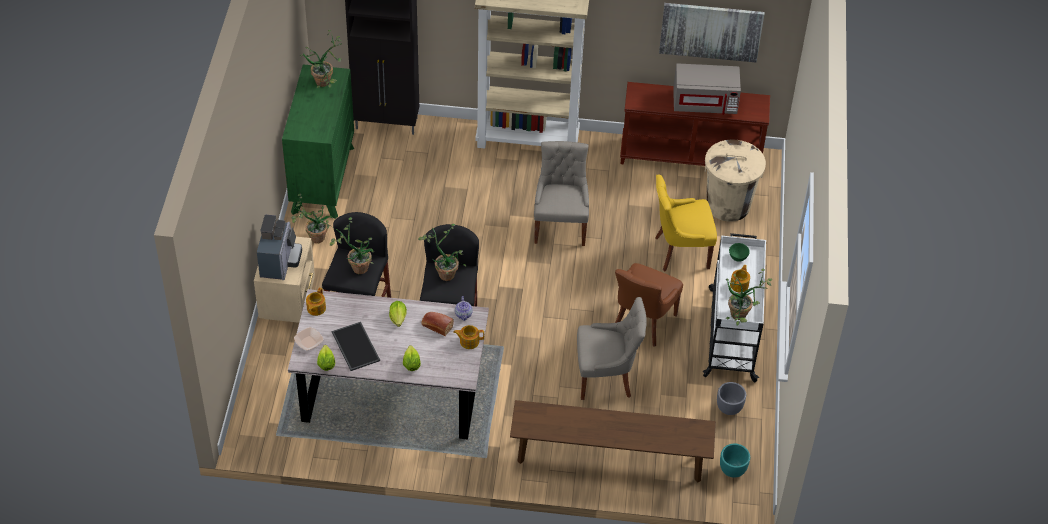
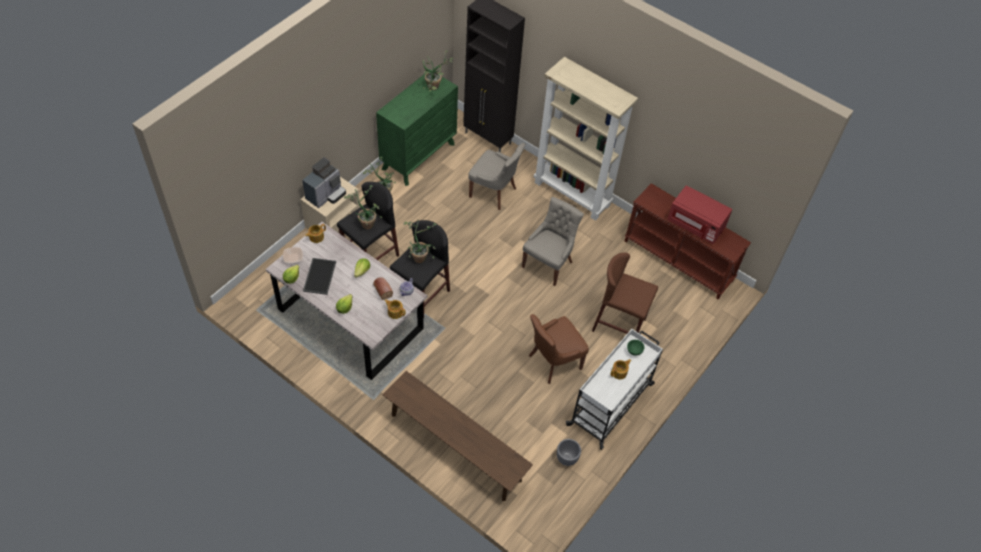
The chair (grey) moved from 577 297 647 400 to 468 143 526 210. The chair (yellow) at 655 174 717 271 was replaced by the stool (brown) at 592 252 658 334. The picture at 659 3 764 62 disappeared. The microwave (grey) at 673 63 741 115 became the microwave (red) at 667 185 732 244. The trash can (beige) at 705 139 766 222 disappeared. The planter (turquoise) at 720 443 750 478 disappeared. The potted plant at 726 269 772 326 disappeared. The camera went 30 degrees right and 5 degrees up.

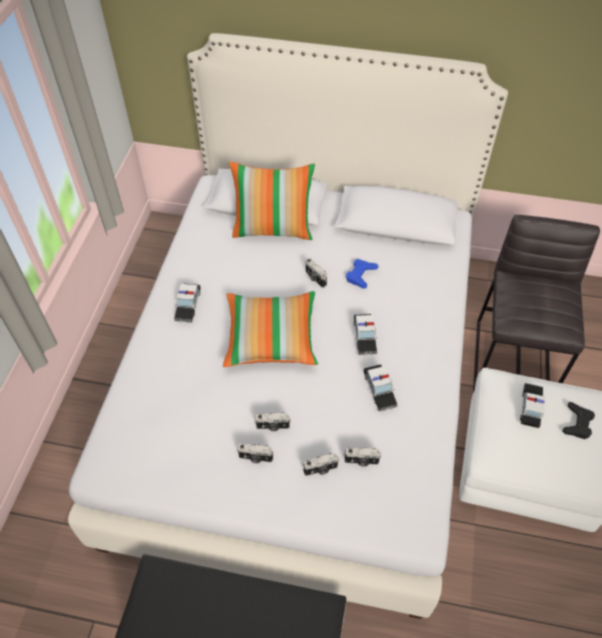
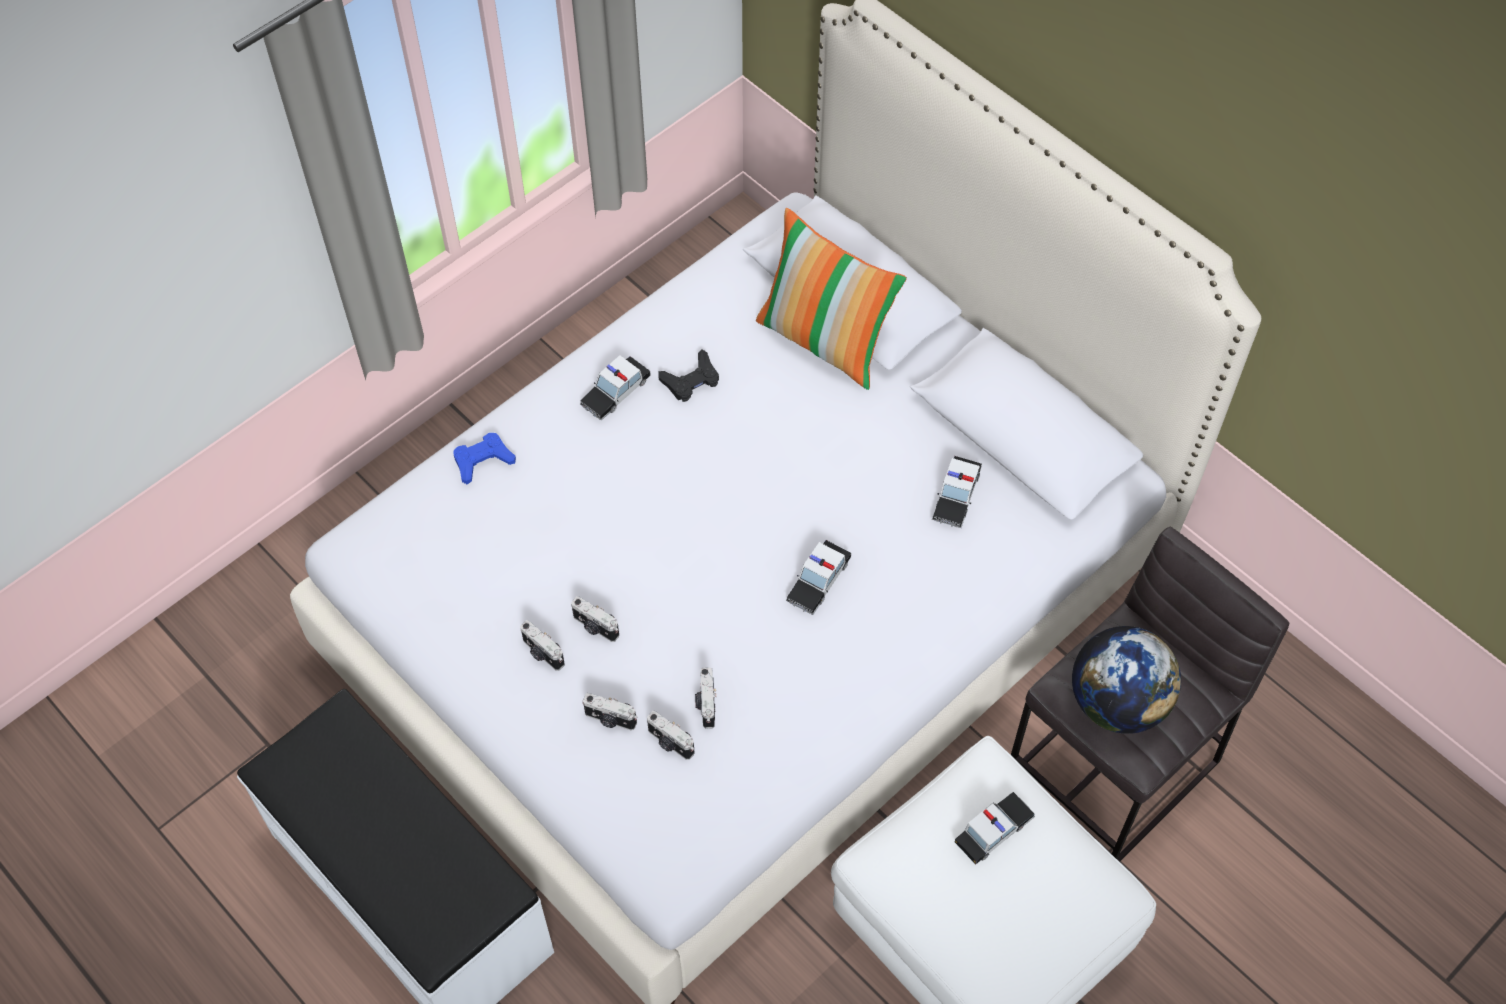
The pillow at 223 291 318 367 disappeared. The photo camera moved from 306 258 327 288 to 695 667 716 729. The game controller (blue) moved from 346 259 378 288 to 454 433 516 484. The toy car moved from 364 364 398 411 to 932 456 982 528. The game controller (black) moved from 562 402 595 439 to 659 349 719 402. The globe at 1072 626 1181 734 appeared. The camera went 35 degrees right and 5 degrees up.

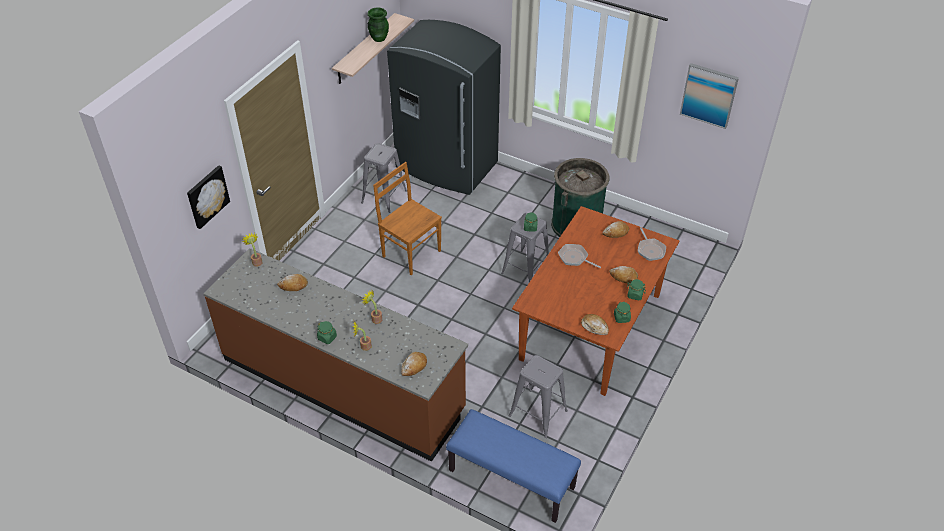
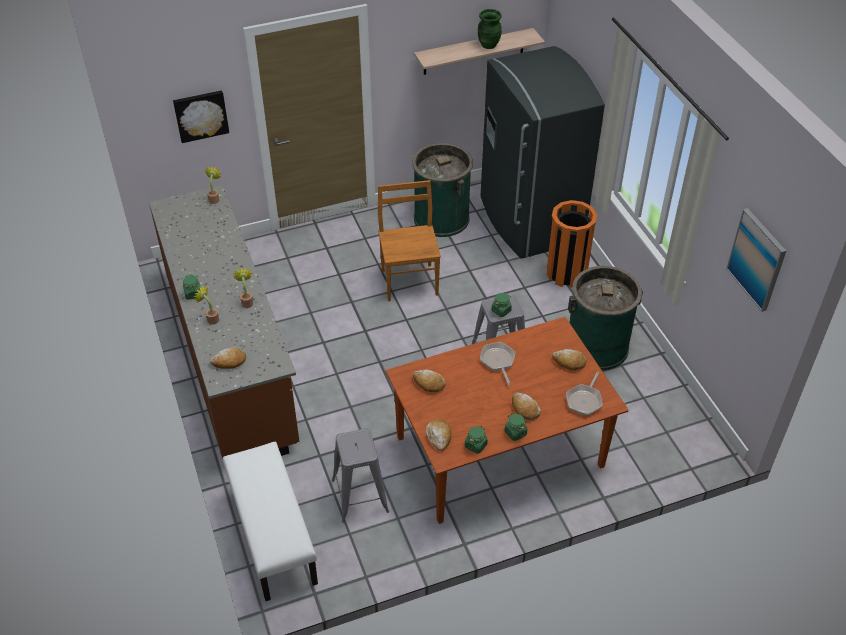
The bread moved from 277 274 308 291 to 413 369 445 392. The stool (grey) at 361 143 407 213 was replaced by the trash can (green) at 412 143 473 237. The bench (blue) at 446 409 581 523 became the bench (white) at 223 442 318 601. The trash can (orange) at 547 200 597 288 appeared. The camera went 40 degrees right and 0 degrees up.

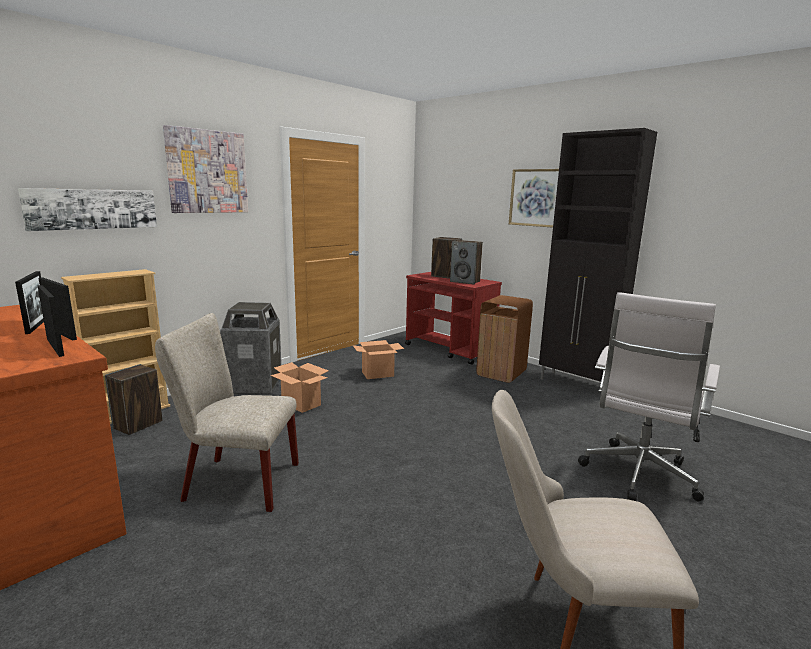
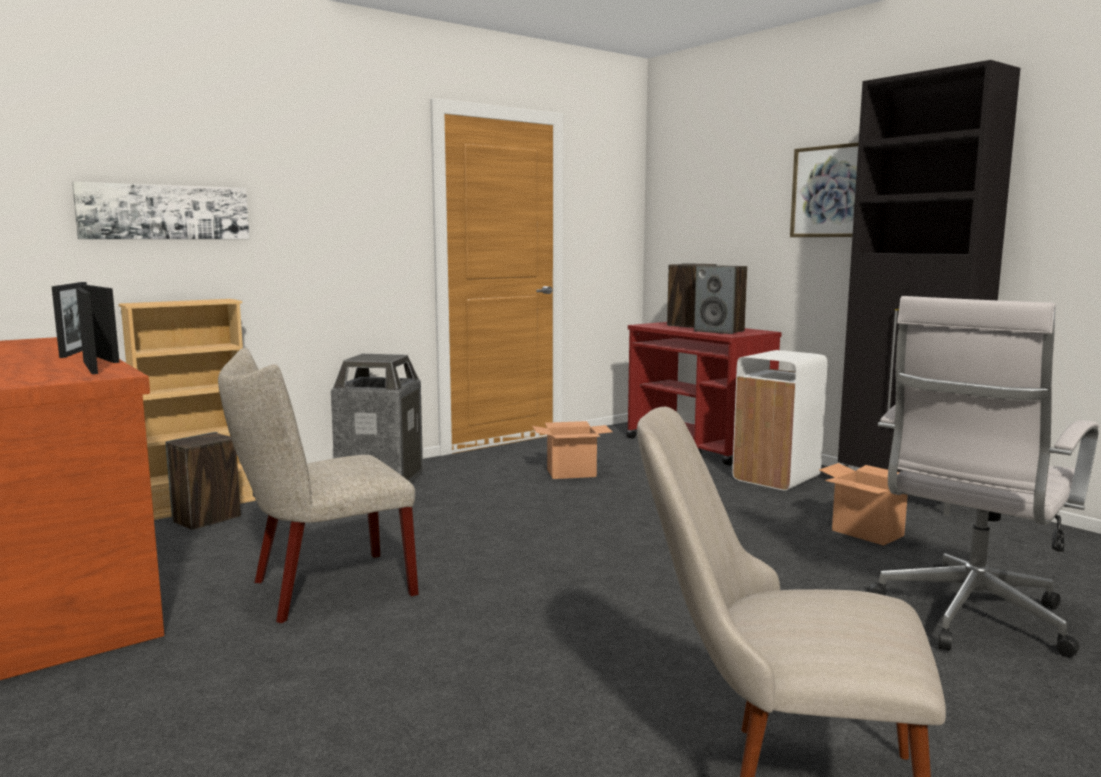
The chair (beige) at 155 313 299 512 turned 45 degrees counterclockwise. The picture at 163 125 248 213 disappeared. The cardboard box moved from 271 362 329 413 to 819 463 908 546. The trash can (brown) at 476 295 533 383 became the trash can (white) at 732 350 827 490. The camera went 10 degrees right and 5 degrees down.

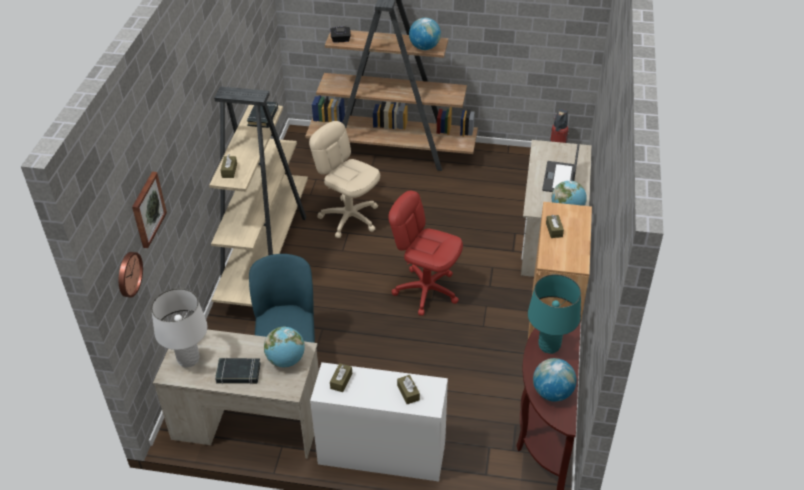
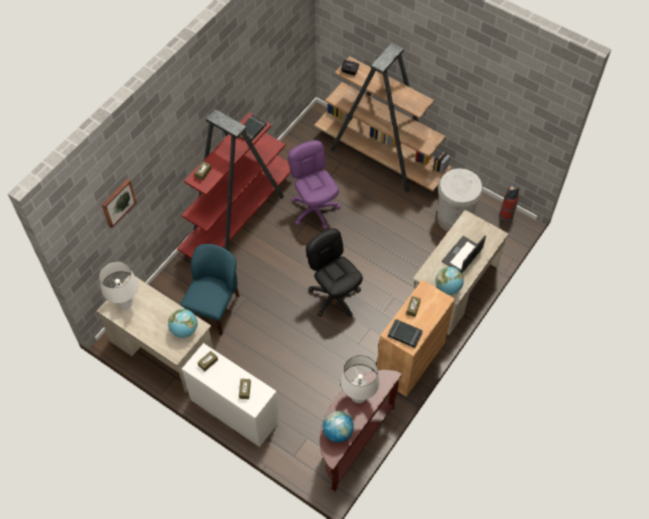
The wall clock at 119 252 143 298 disappeared. The bookcase (beige) at 209 86 308 307 became the bookcase (red) at 177 109 291 259. The book (black) moved from 215 358 261 384 to 388 319 423 348. The office chair (beige) at 309 121 380 238 became the office chair (purple) at 288 140 341 229. The office chair (red) at 388 191 463 316 became the office chair (black) at 306 228 363 317. The globe at 409 18 441 50 disappeared. The table lamp (turquoise) at 528 274 581 354 became the table lamp (white) at 341 355 379 403. The trash can (white) at 437 168 483 231 appeared. The camera went 25 degrees right and 15 degrees up.

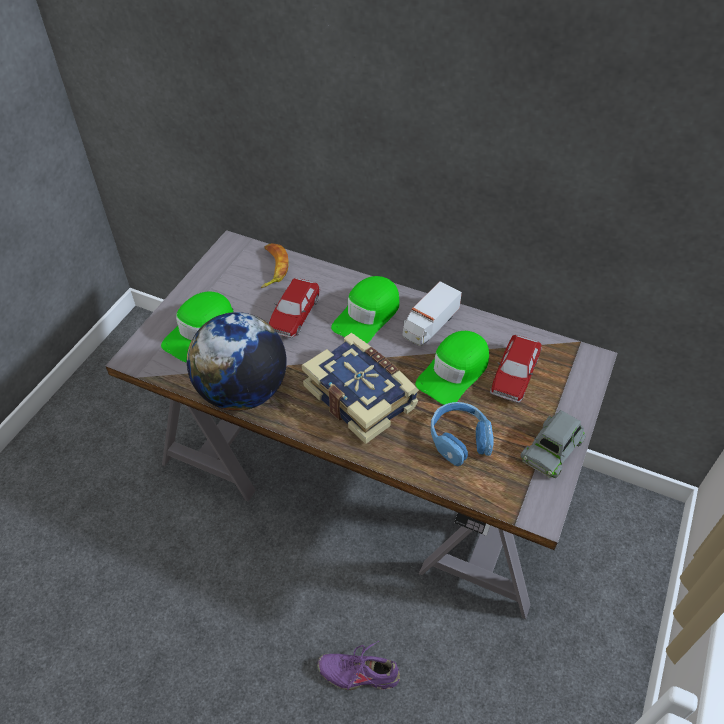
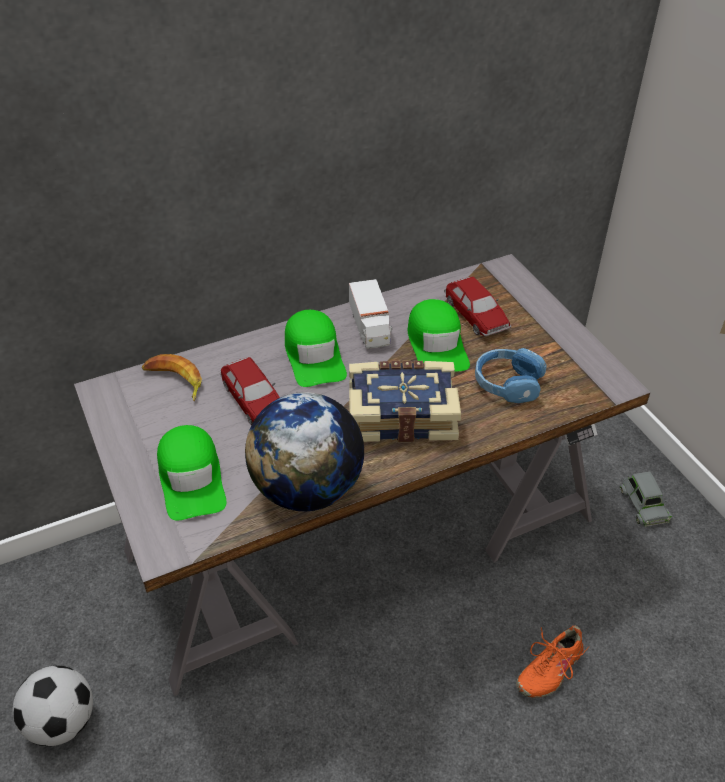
The shoe (purple) at 317 641 400 690 became the shoe (orange) at 516 626 590 698. The toy car (grey) moved from 521 410 586 478 to 620 471 673 527. The football at 13 666 93 746 appeared. The camera went 50 degrees left and 5 degrees down.

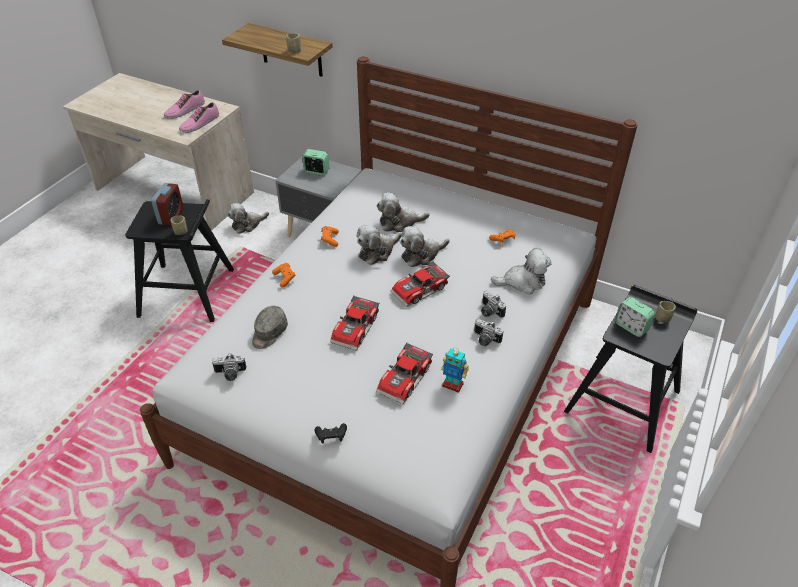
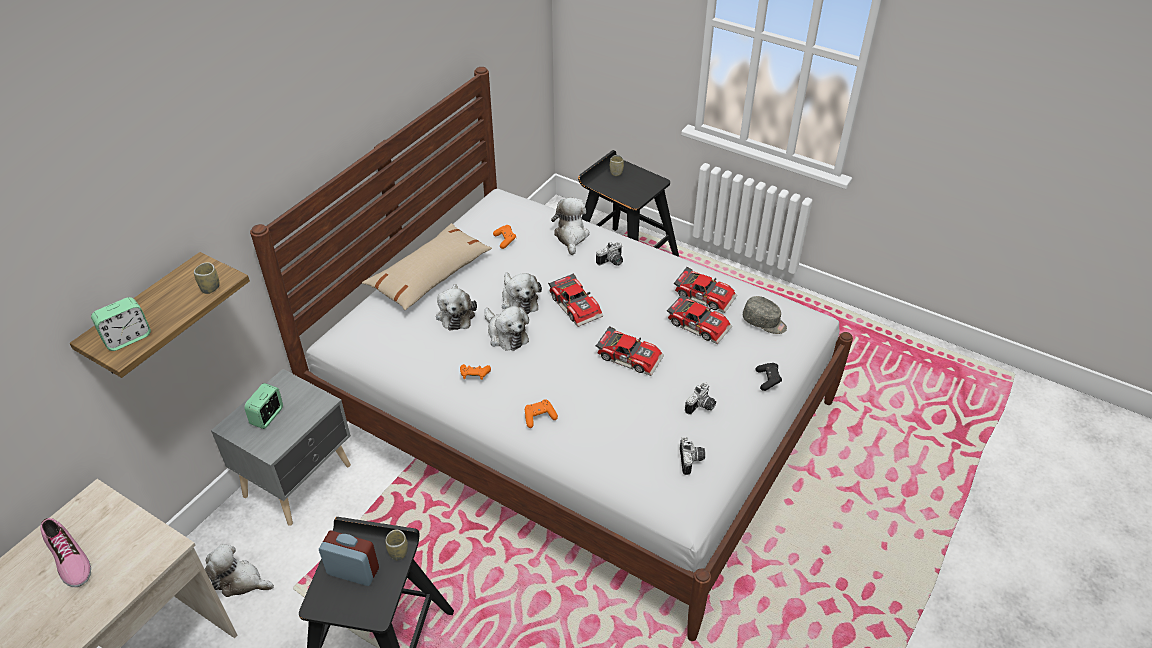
The shoe at 179 102 219 133 disappeared. The plush toy at 228 203 269 234 turned 135 degrees clockwise. The cap (grey) moved from 252 306 288 349 to 743 296 787 334. The toy robot at 441 348 469 393 was replaced by the toy car at 674 267 737 313. The photo camera moved from 474 319 503 346 to 685 382 716 415. The alarm clock moved from 615 297 655 337 to 91 297 151 351. The pillow (beige) at 362 223 492 310 appeared. The camera went 85 degrees left and 0 degrees up.

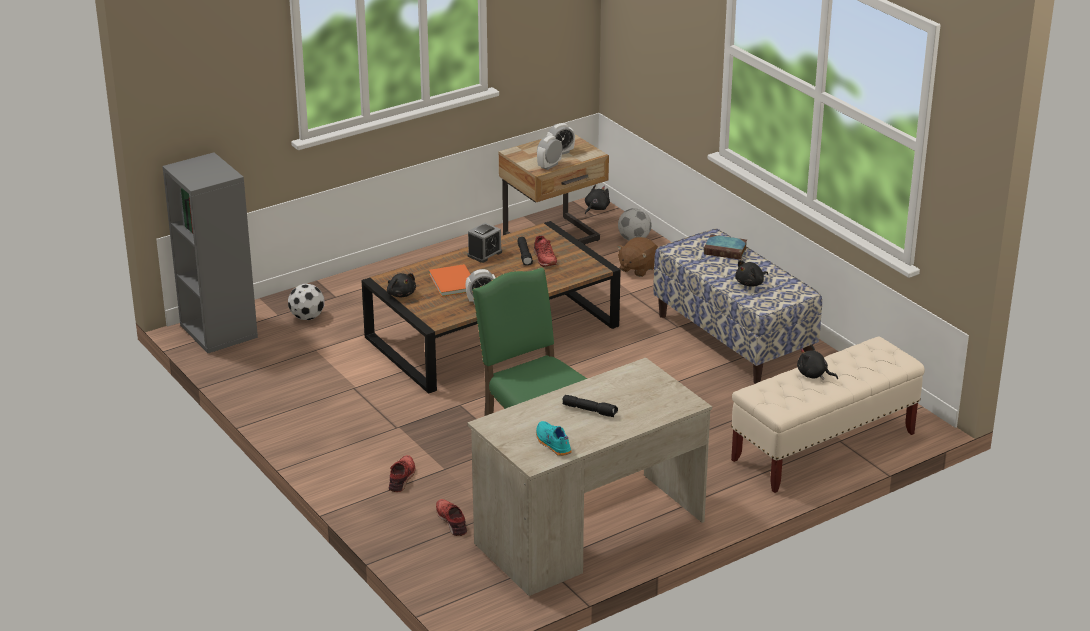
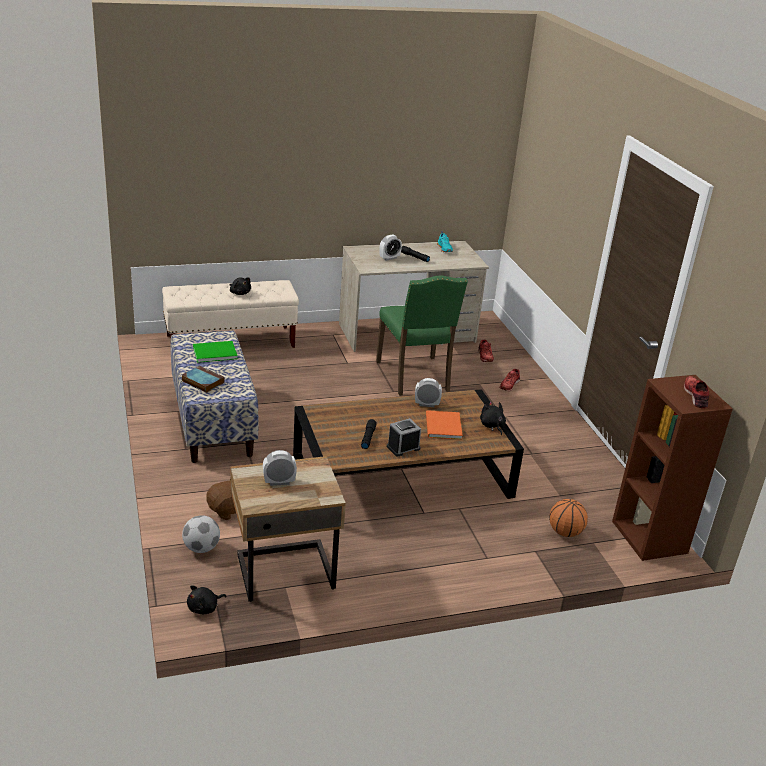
The bookcase (grey) at 162 152 258 353 became the bookcase (brown) at 612 375 733 561. The football at 288 284 324 320 was replaced by the basketball at 549 499 588 537. The shoe (red) moved from 534 236 557 267 to 684 376 709 409. The alarm clock moved from 537 135 562 170 to 379 235 402 261. The plush toy (black) at 735 260 768 287 was replaced by the book (green) at 193 341 238 363. The camera went 165 degrees left and 0 degrees up.

